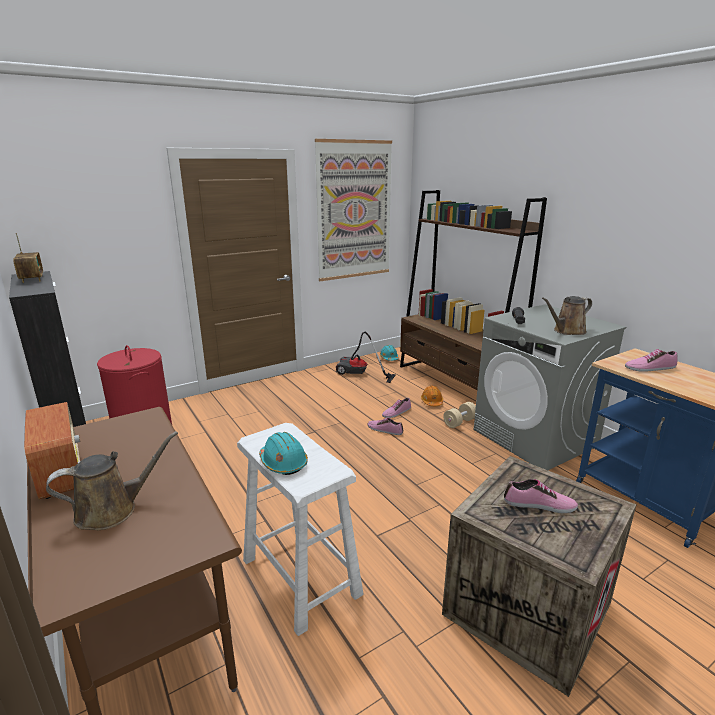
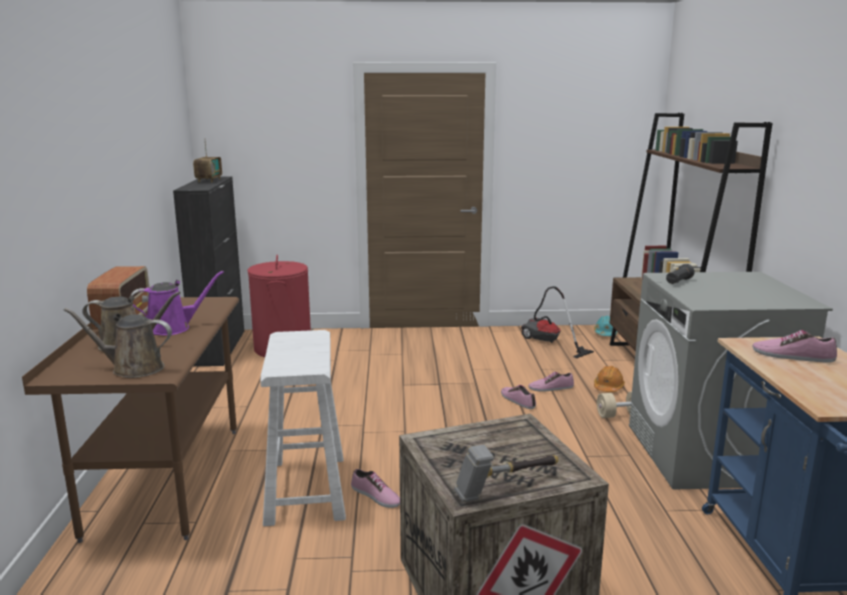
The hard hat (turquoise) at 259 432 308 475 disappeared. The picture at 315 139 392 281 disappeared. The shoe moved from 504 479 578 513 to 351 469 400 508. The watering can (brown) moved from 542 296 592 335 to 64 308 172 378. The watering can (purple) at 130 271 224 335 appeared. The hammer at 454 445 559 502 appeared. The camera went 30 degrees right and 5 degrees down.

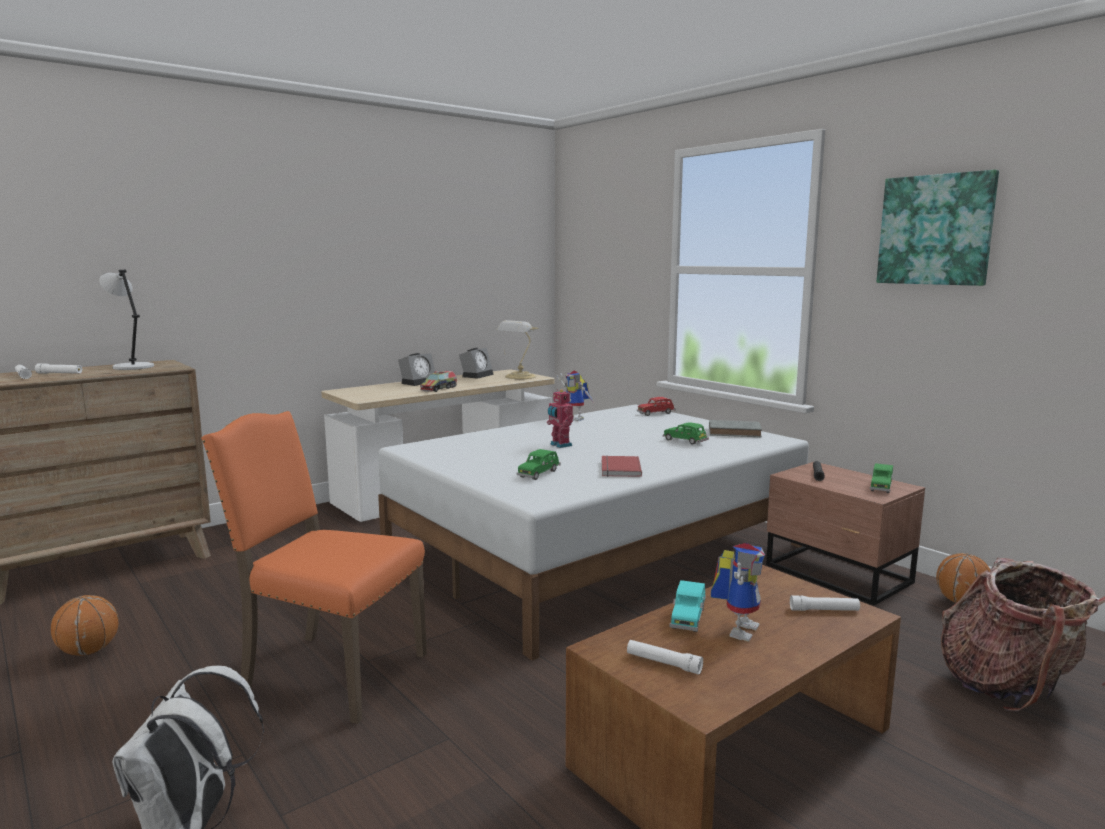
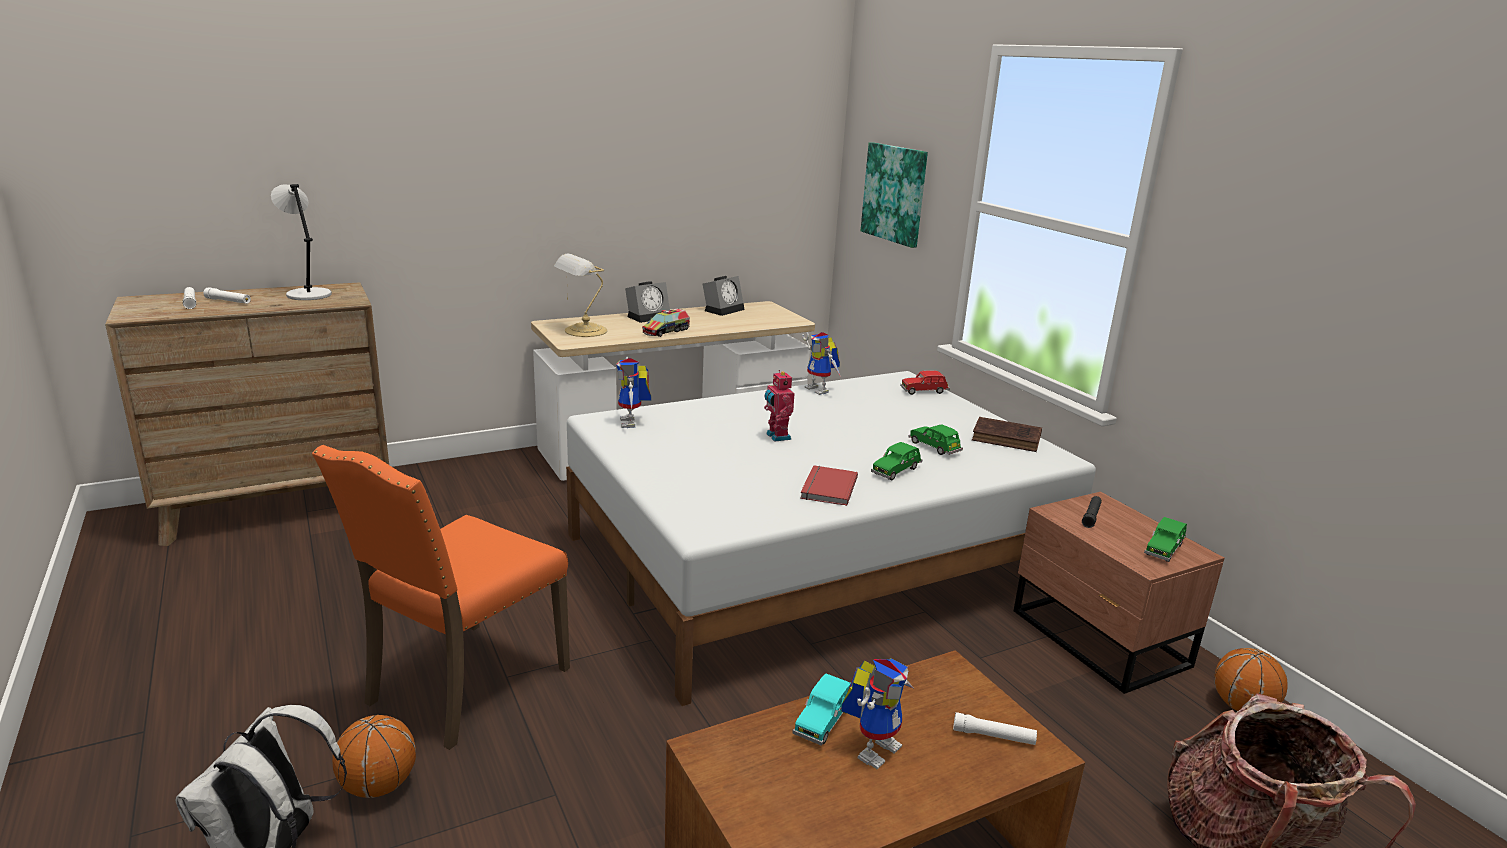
The basketball moved from 51 595 119 656 to 332 715 416 798. The chair (orange) at 201 411 427 724 turned 90 degrees counterclockwise. The table lamp moved from 497 320 539 379 to 554 254 607 337. The toy car (green) moved from 517 449 561 480 to 871 442 923 480. The flashlight (white) at 627 640 703 674 disappeared. The book (grey) at 709 420 762 437 became the book (brown) at 972 417 1042 452. The picture moved from 876 170 999 286 to 861 142 928 248. The toy robot at 616 357 651 428 appeared. The camera went 10 degrees right and 10 degrees up.

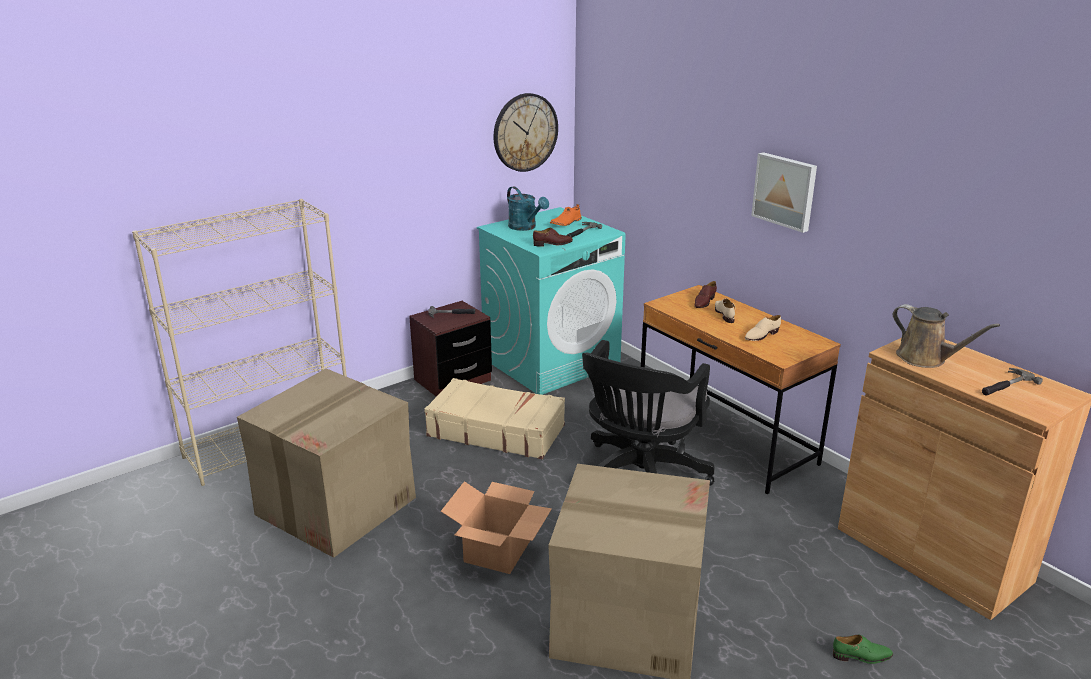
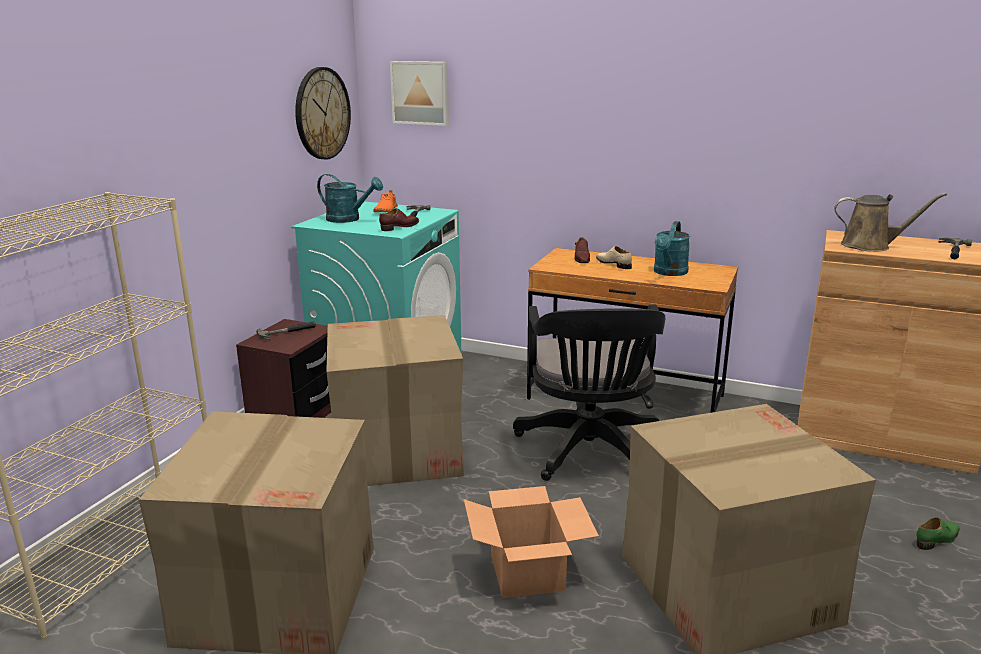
The suitcase (beige) at 424 378 565 459 was replaced by the cardboard box at 326 315 464 486. The shoe (beige) at 745 315 781 341 was replaced by the watering can (turquoise) at 654 221 690 276. The picture moved from 751 152 817 233 to 390 61 449 126. The camera went 30 degrees left and 5 degrees down.

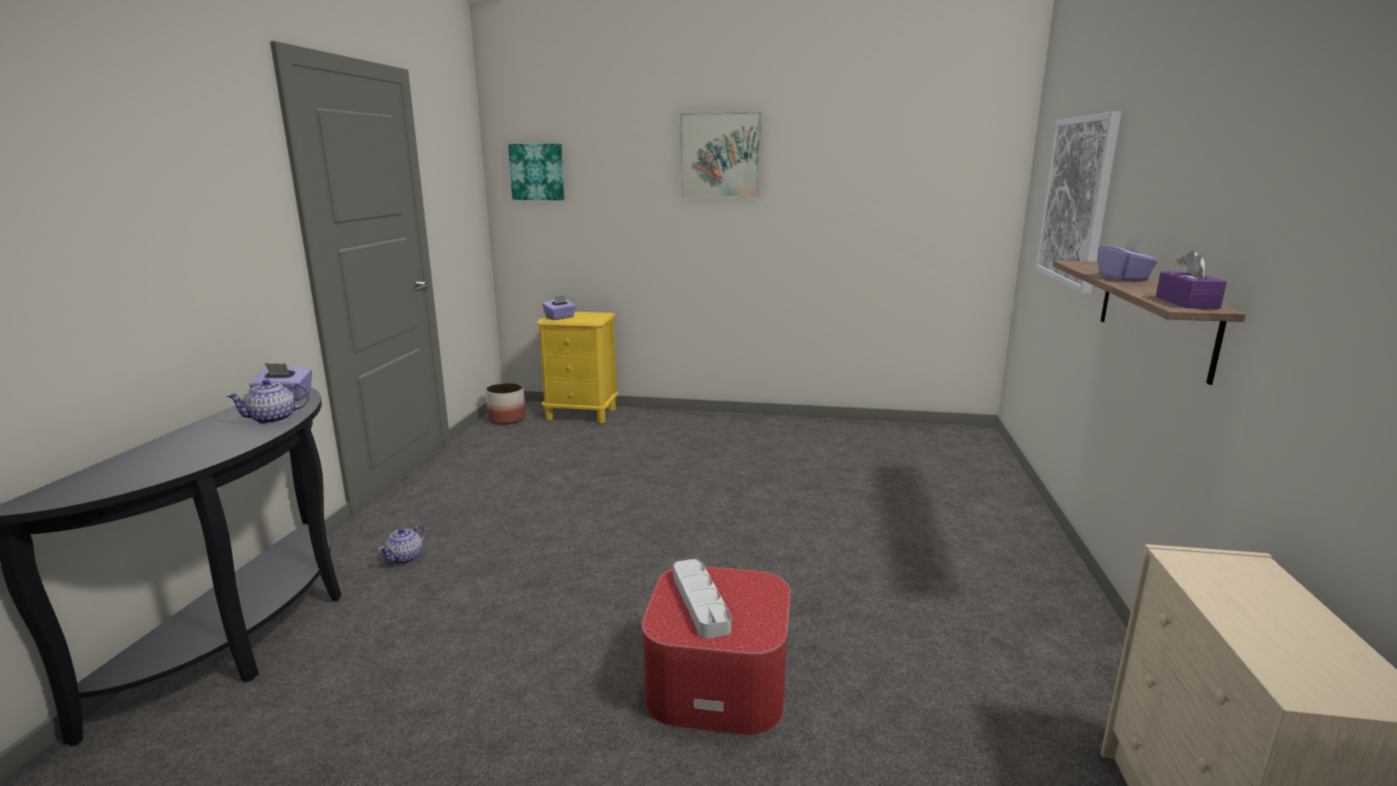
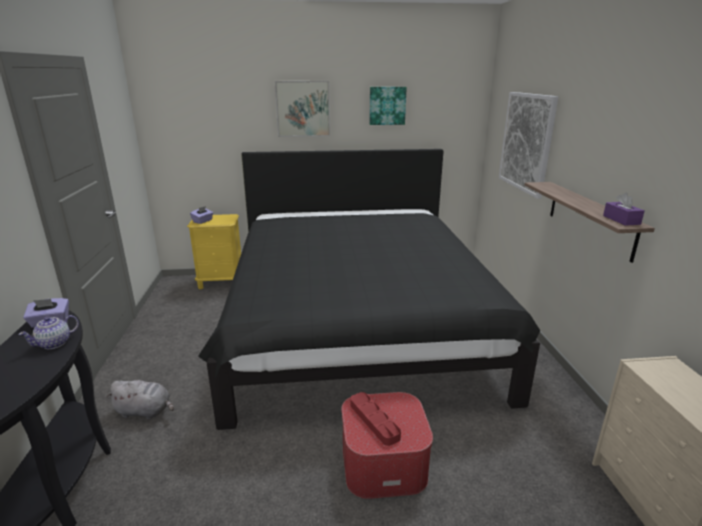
The teapot at 378 524 426 565 was replaced by the plush toy (grey) at 106 380 174 420. The planter at 485 383 526 424 disappeared. The picture moved from 508 144 565 200 to 369 87 407 125. The tray (grey) at 673 559 731 638 became the tray (red) at 350 392 401 446. The tissue box (purple) at 1098 236 1158 281 disappeared. The bed (black) at 198 149 540 430 appeared. The camera went 15 degrees left and 5 degrees up.

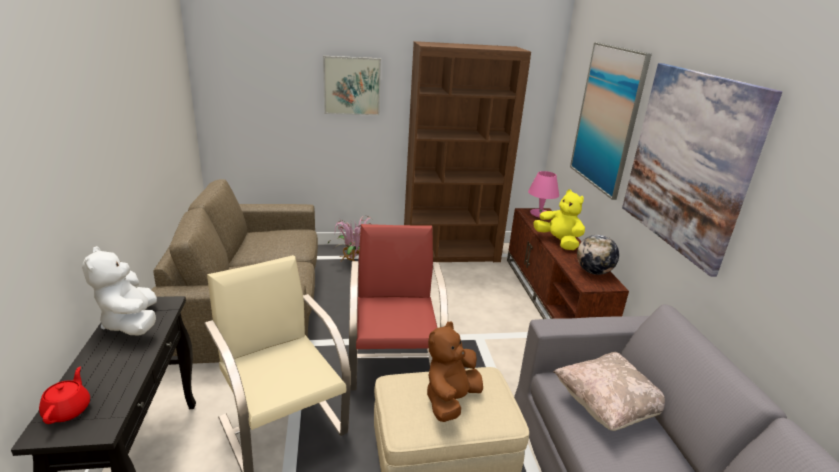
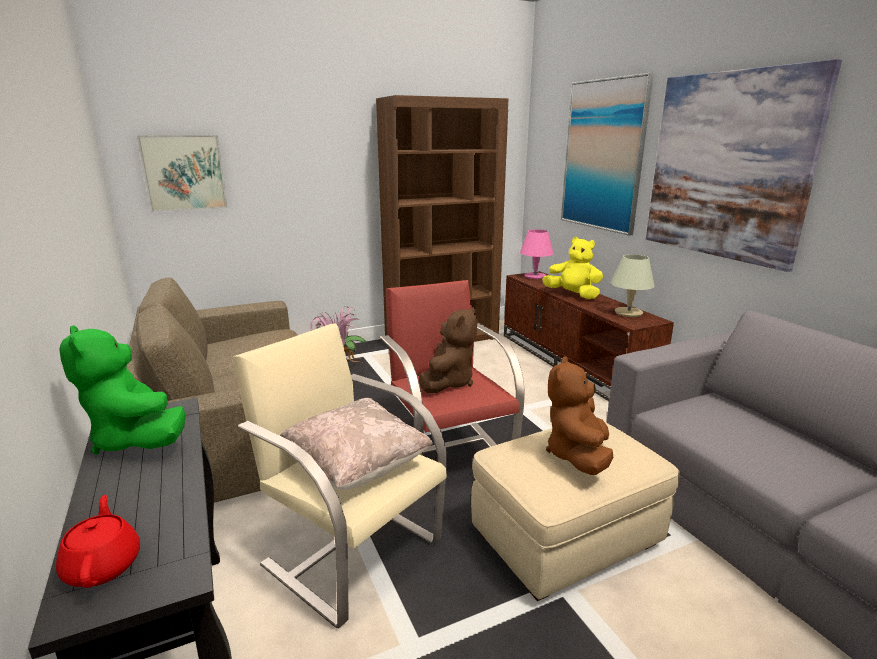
The plush toy (white) at 82 246 157 335 became the plush toy (green) at 59 325 186 454. The picture moved from 323 56 381 116 to 137 135 228 212. The pillow (beige) moved from 553 352 665 431 to 280 398 433 490. The globe at 577 235 619 275 was replaced by the table lamp (beige) at 611 254 655 317. The plush toy (brown) at 419 307 478 393 appeared. The camera went 15 degrees left and 5 degrees down.

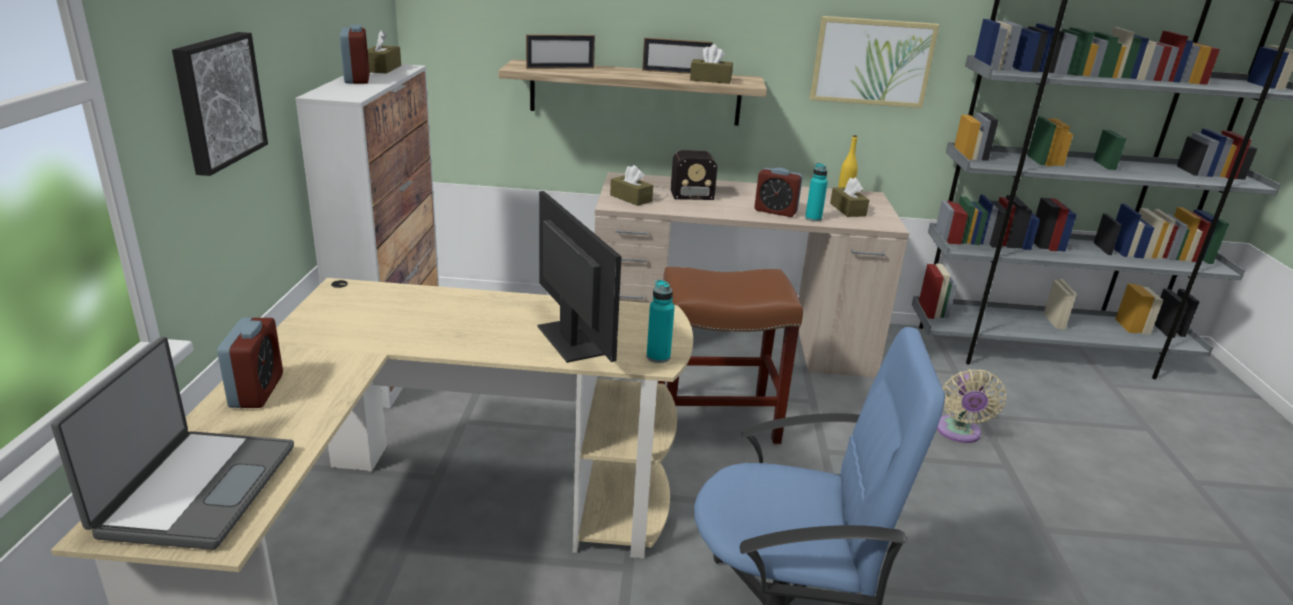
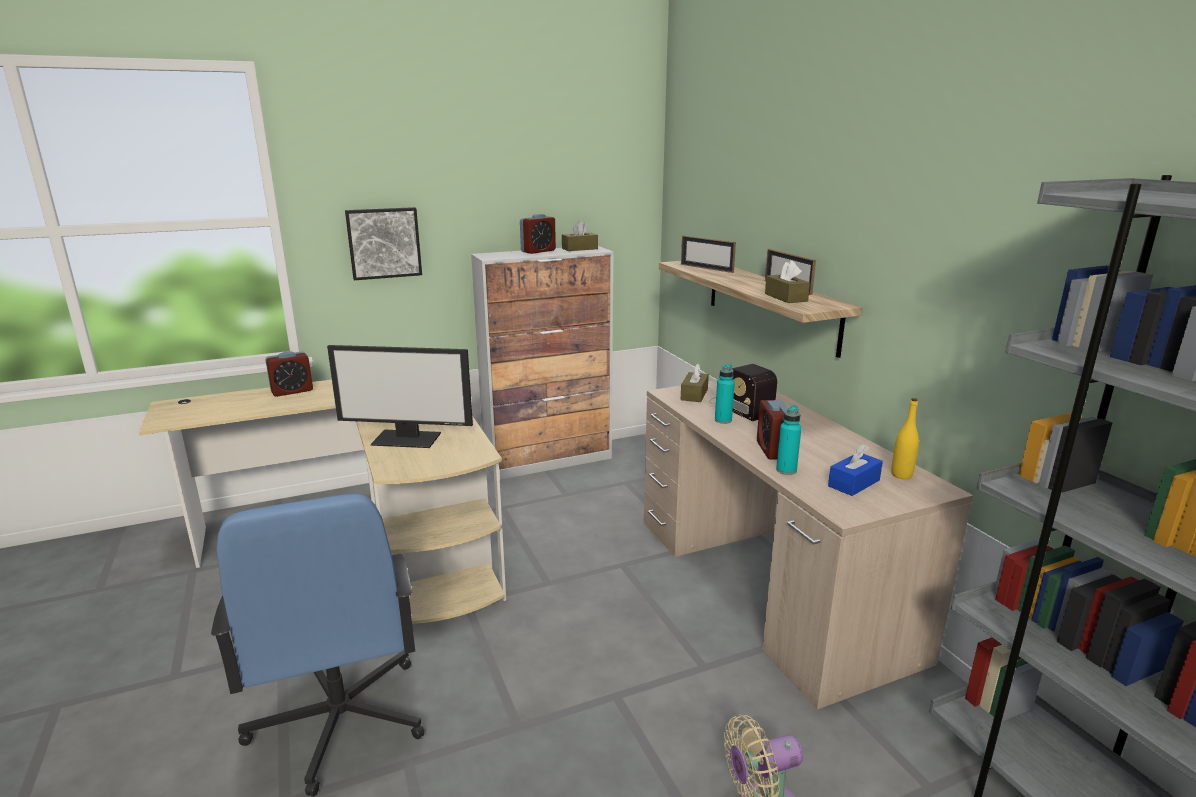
The laptop at 51 337 294 550 disappeared. The monitor at 537 191 621 363 turned 60 degrees clockwise. The bottle (turquoise) moved from 647 280 675 363 to 715 364 735 424. The stool (brown) at 658 267 803 444 disappeared. The picture at 810 16 939 108 disappeared. The tissue box (brown) at 830 177 869 217 became the tissue box (blue) at 828 444 883 496. The camera went 65 degrees right and 5 degrees down.

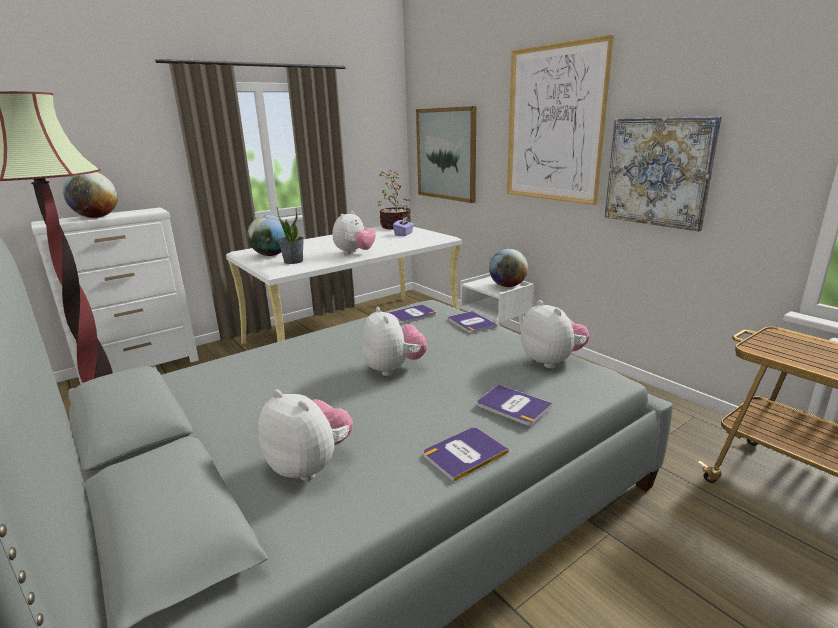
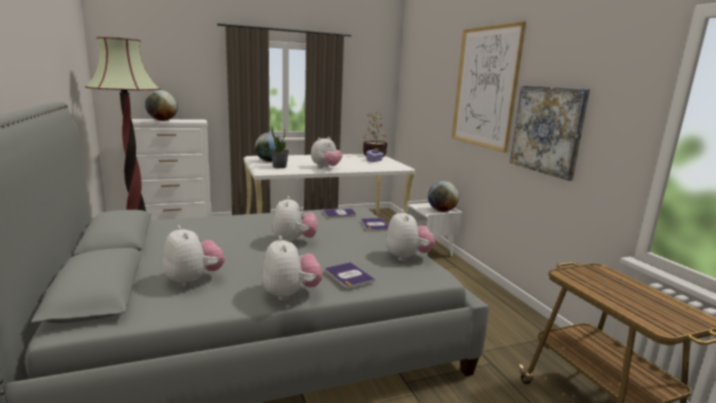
The picture at 416 106 476 203 disappeared. The book at 424 428 509 482 was replaced by the plush toy at 262 235 322 301. The camera went 15 degrees right and 5 degrees down.

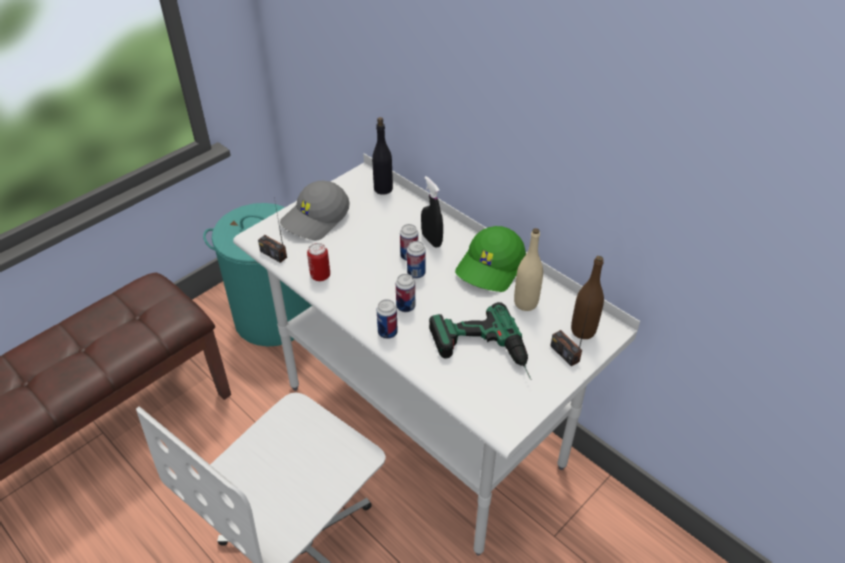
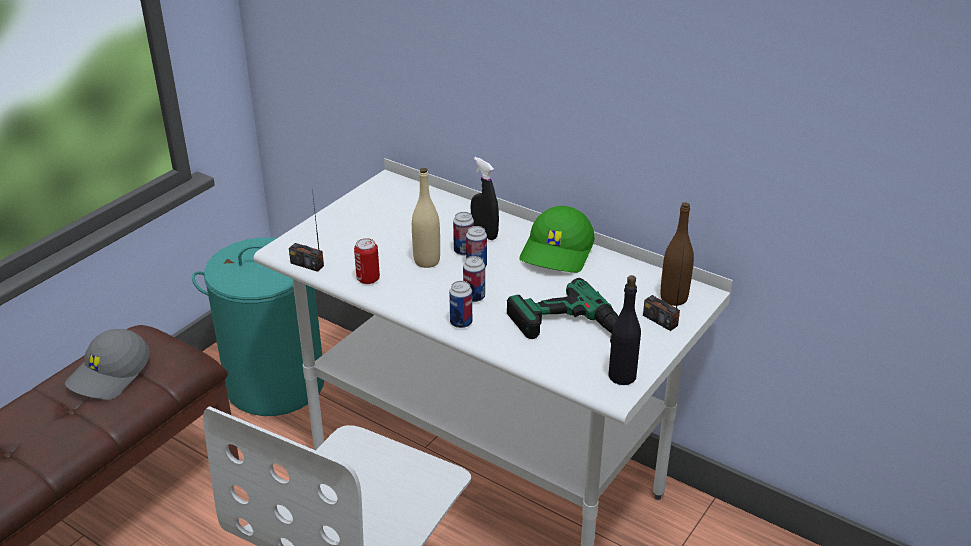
The cap (grey) moved from 280 181 350 241 to 65 329 150 400. The bottle (black) moved from 372 117 393 195 to 608 275 641 385. The bottle (beige) moved from 514 228 543 311 to 412 168 440 268. The camera went 10 degrees left and 10 degrees down.

